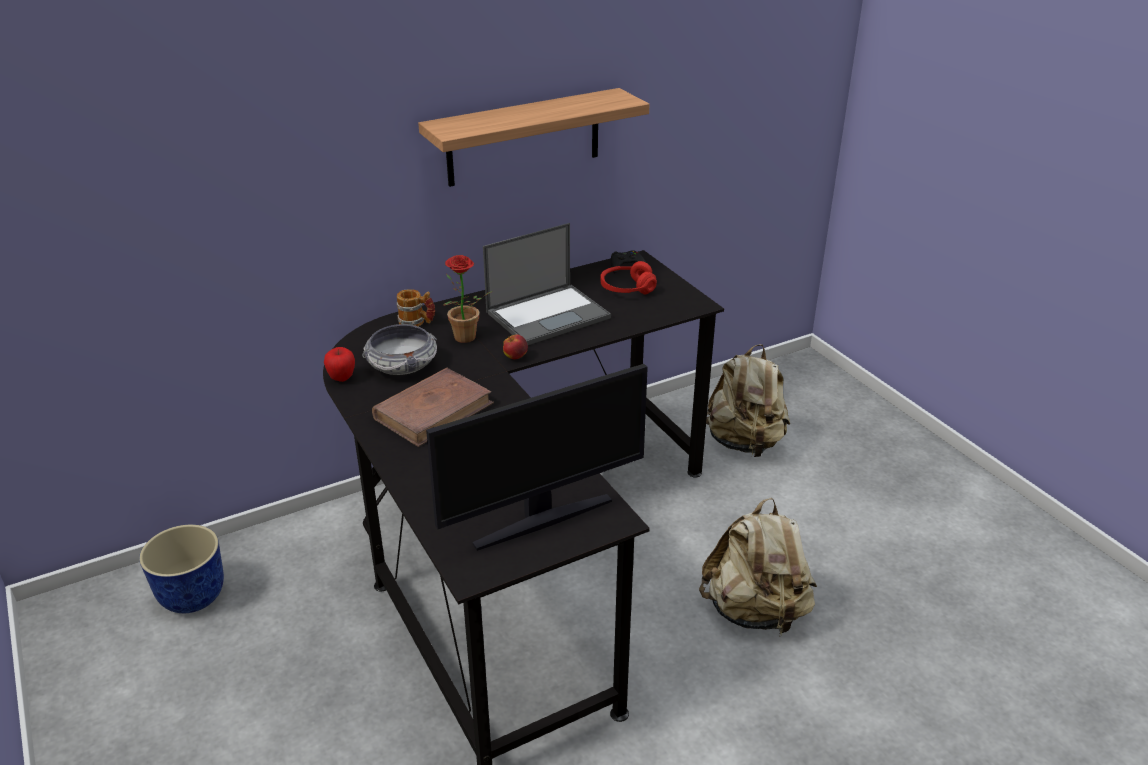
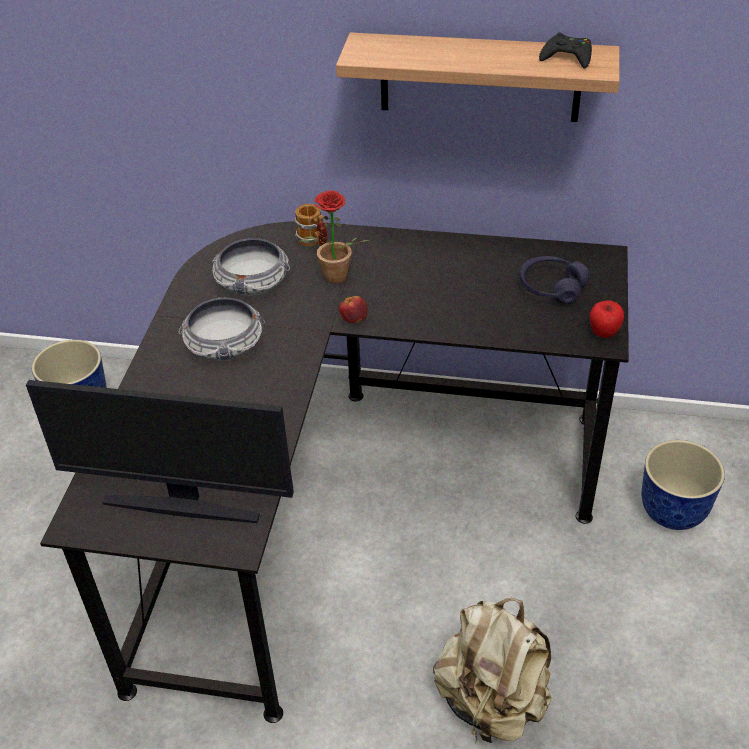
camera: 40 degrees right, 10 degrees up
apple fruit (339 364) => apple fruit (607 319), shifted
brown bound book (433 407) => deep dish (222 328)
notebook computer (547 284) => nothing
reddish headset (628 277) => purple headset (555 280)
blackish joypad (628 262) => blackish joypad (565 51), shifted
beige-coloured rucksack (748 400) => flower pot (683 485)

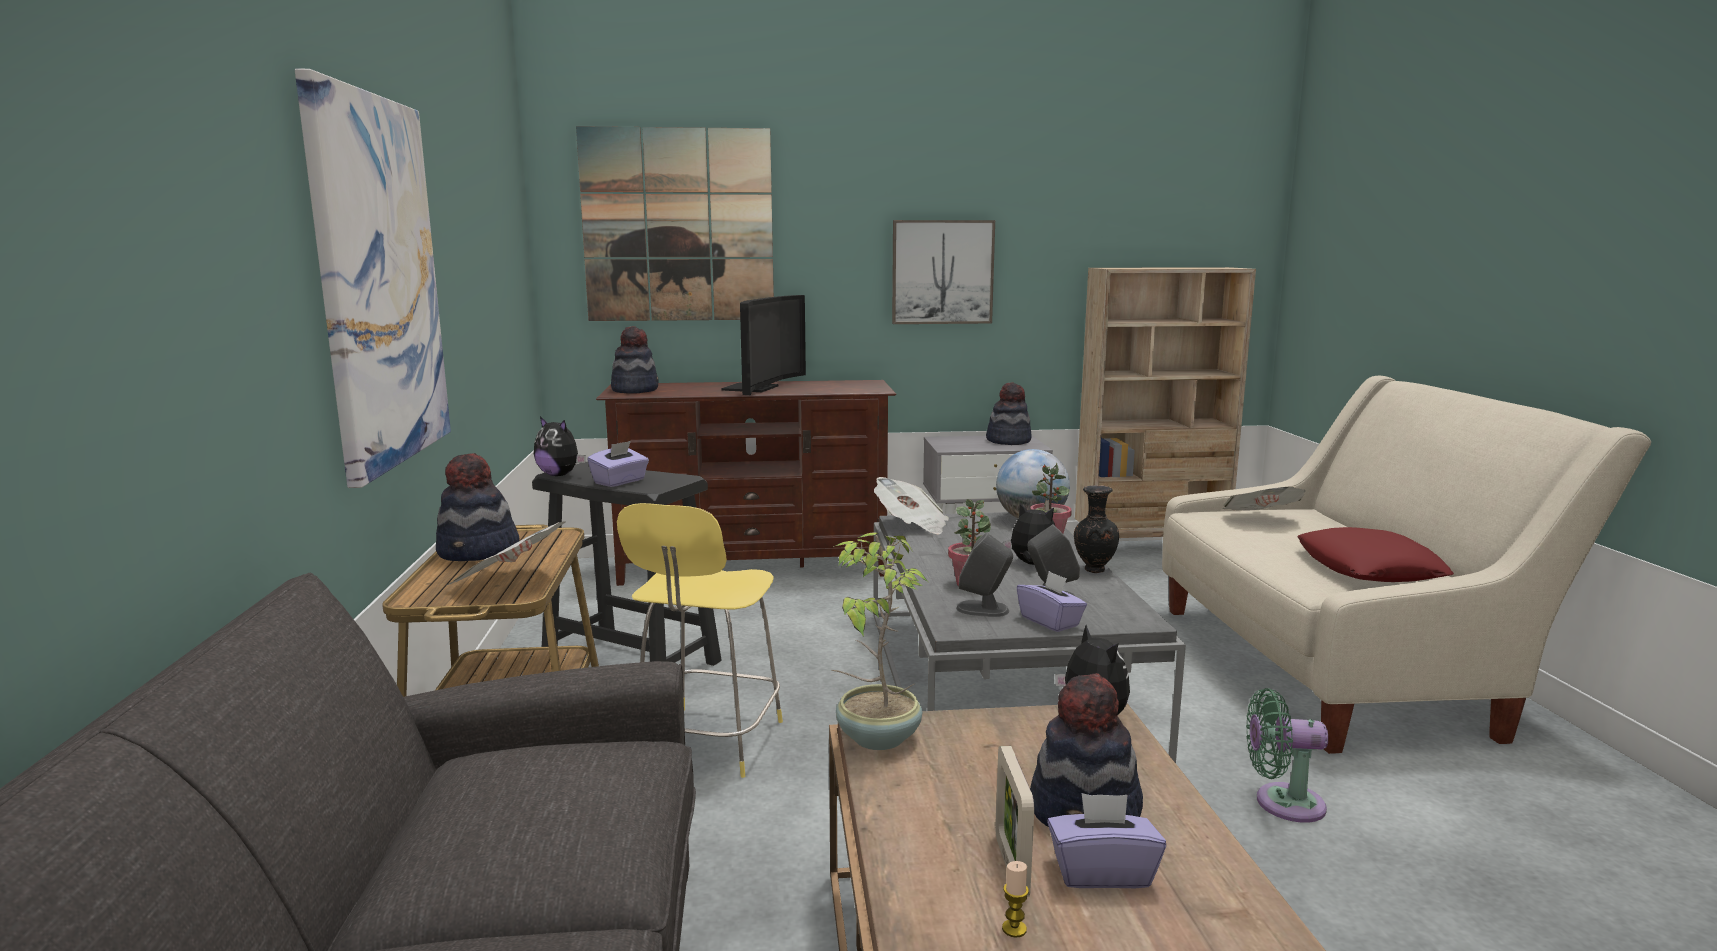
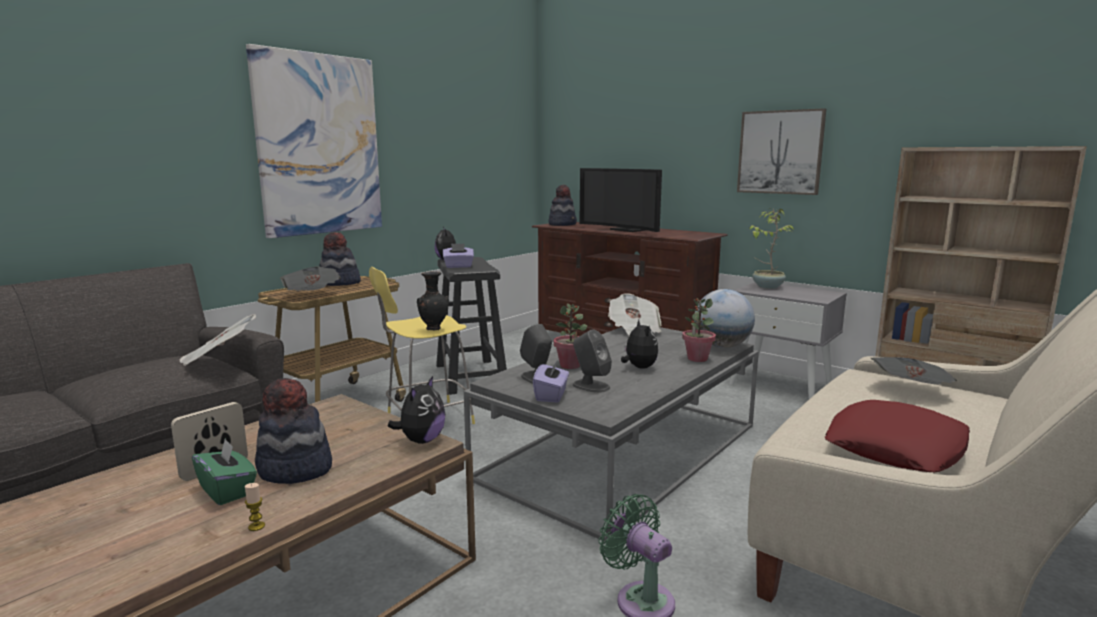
camera: 45 degrees right, 0 degrees up
wall art (675 223) => nothing
TV set (763 345) => TV set (620 200), 75 degrees clockwise
houseplant (879 641) => houseplant (771 248), shifted
hat (1009 413) => nothing
wax light (1015 899) => wax light (255 507), shifted
purple box of tissues (1106 840) => green box of tissues (224 471)
blackish decorative vase (1096 529) => blackish decorative vase (433 300), shifted
nothing => daily paper (217 340)

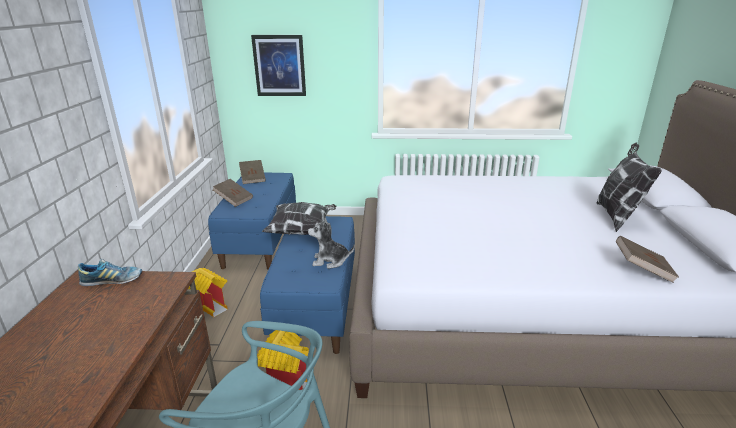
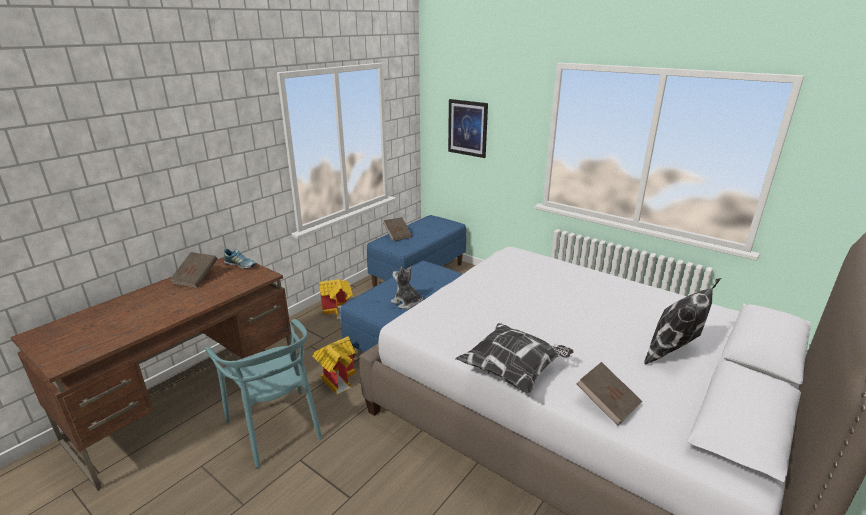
camera: 35 degrees right, 0 degrees up
brown bound book (252 172) => brown bound book (193 270), shifted
throw pillow (299 218) => throw pillow (515 358), shifted

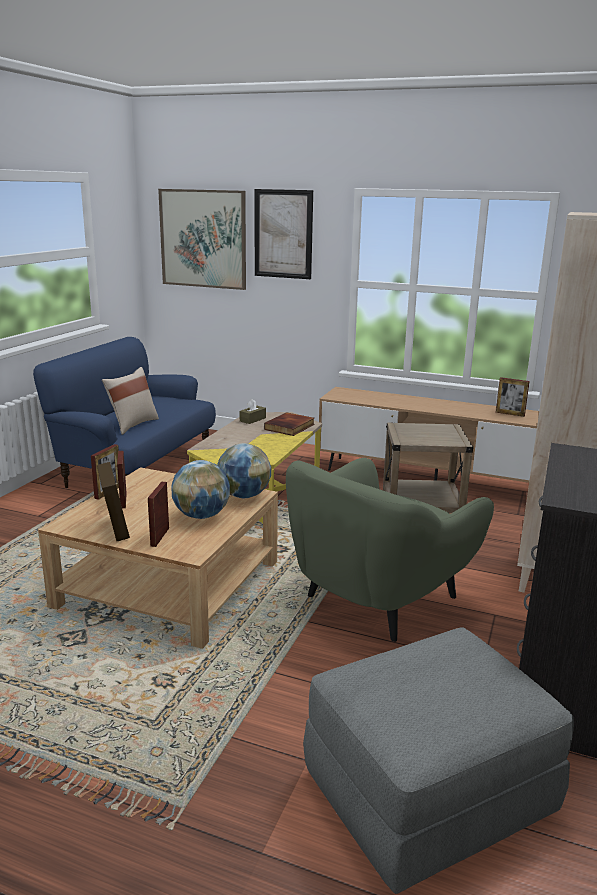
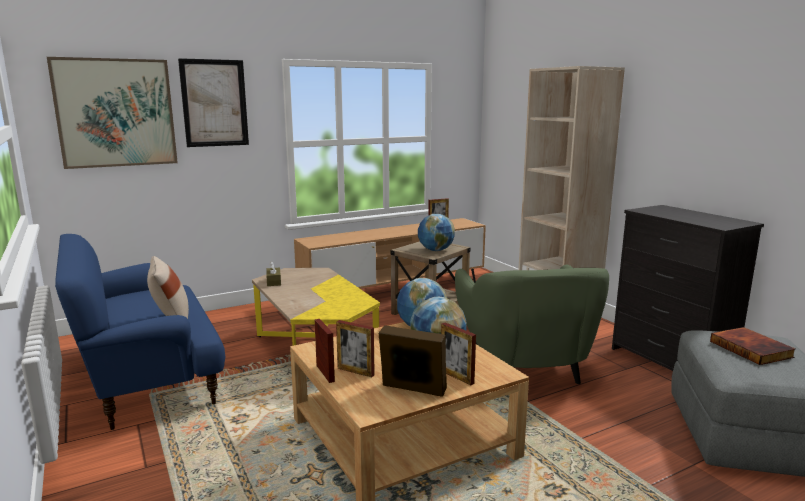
camera: 50 degrees left, 5 degrees down
bound book (289 424) => bound book (753 346), shifted
nothing => world globe (436 232)

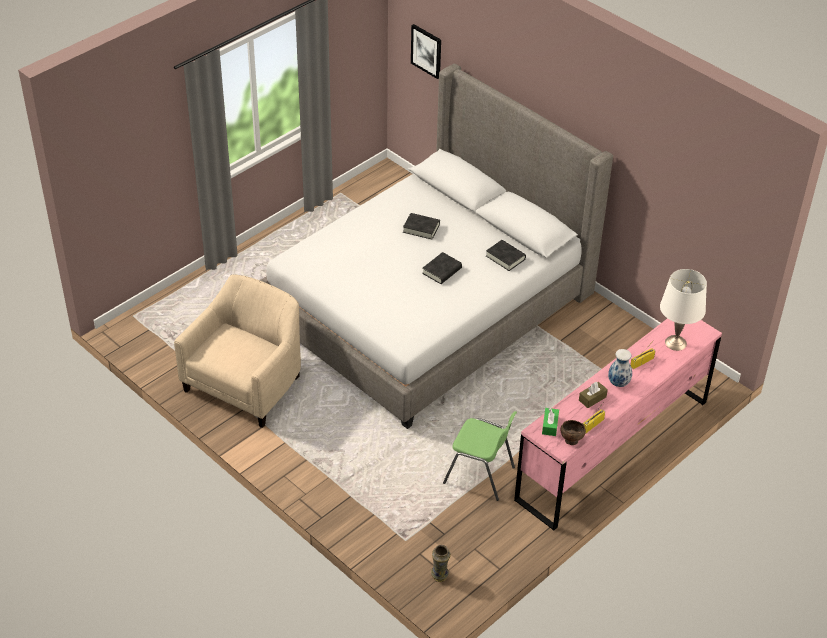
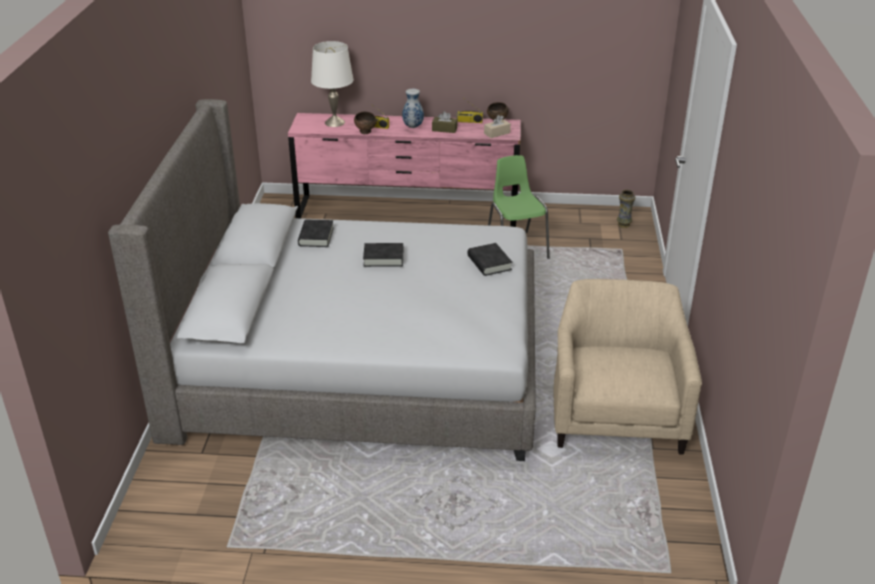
camera: 130 degrees left, 10 degrees down
beige-coloured easy chair (237 351) => beige-coloured easy chair (627 367), 105 degrees clockwise
blackish bound book (421 226) => blackish bound book (490 259), shifted
wall art (426 51) => nothing
green box of tissues (550 422) => beige-coloured box of tissues (497 126)
nothing => brown deep dish (365 123)

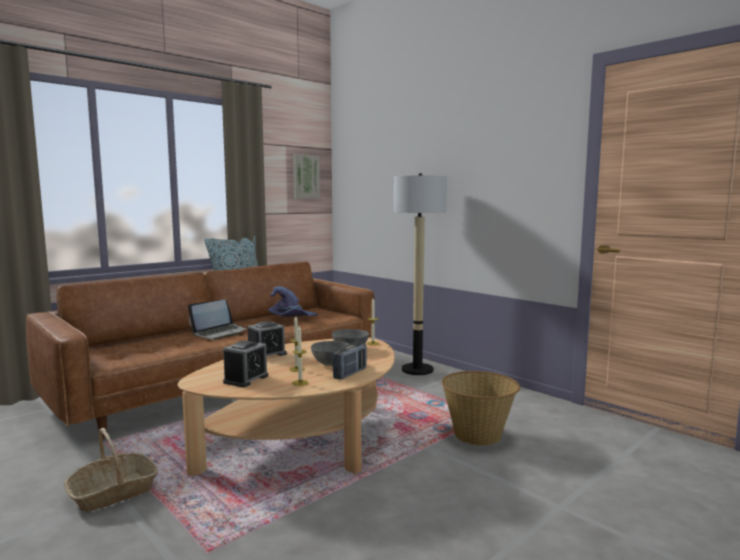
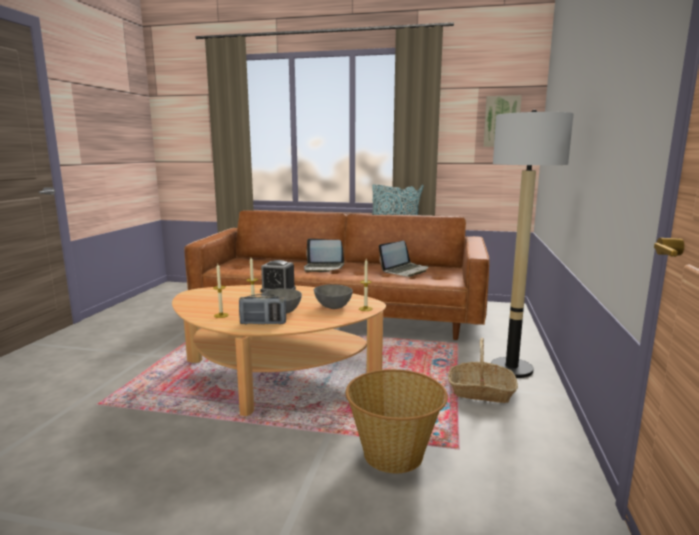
camera: 55 degrees right, 5 degrees up
basket (111 470) => basket (483 370), shifted
table clock (245 364) => nothing
purple hat (293 301) => notebook computer (404 259)

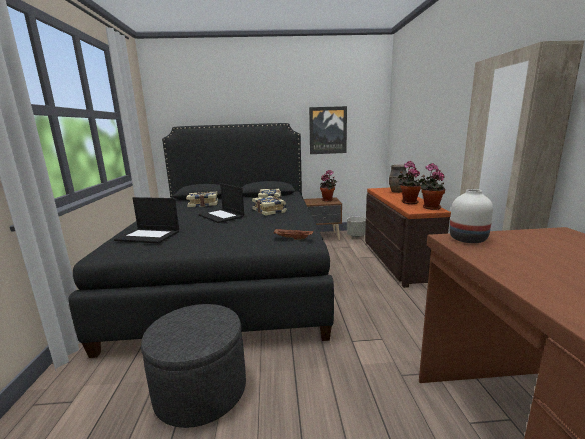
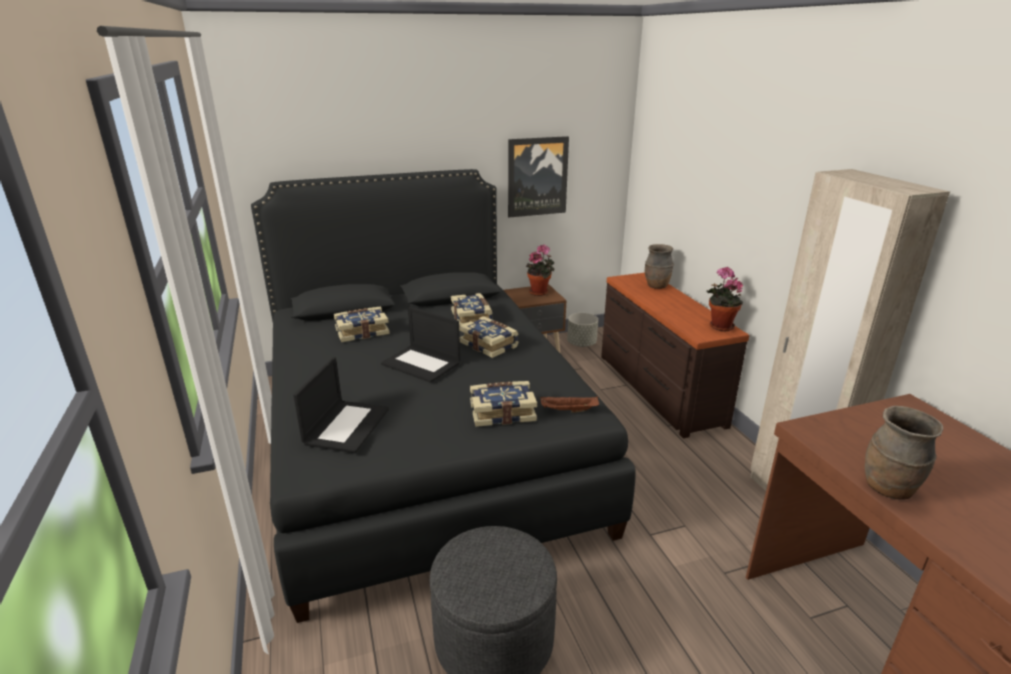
camera: 15 degrees left, 10 degrees up
notebook computer (146 220) => notebook computer (341 405), 75 degrees counterclockwise
houseplant (409 182) => nothing
white-coloured decorative vase (471 216) => nothing
nothing => bound book (503 404)
nothing => brown decorative vase (904 453)

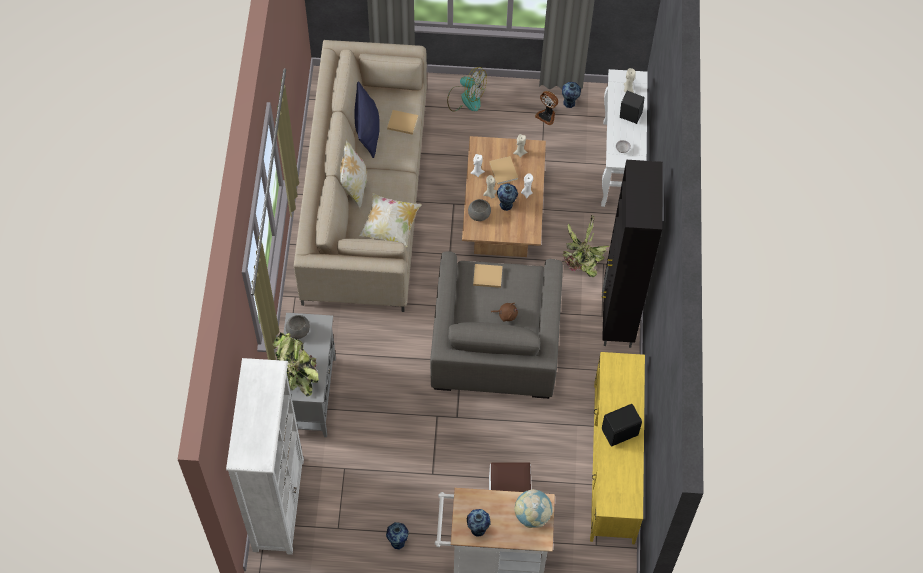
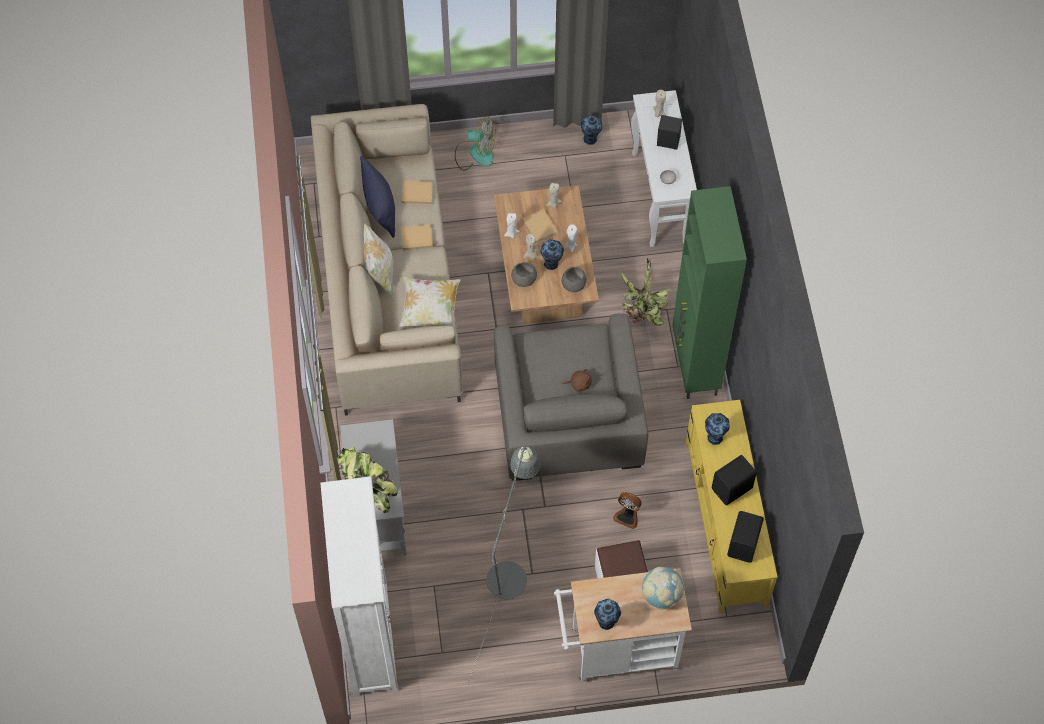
camera: 10 degrees left, 0 degrees up
greyish deep dish (298 327) => greyish deep dish (574 279), shifted
decorative vase (397 535) => decorative vase (717 429), shifted
beige-coloured bound book (488 276) => beige-coloured bound book (417 237), shifted
fan (546 108) => fan (627 510), shifted
blackish storage cabinet (632 254) => green storage cabinet (709 292)
nothing => greyish standard lamp (504 564)
nothing => blackish loudspeaker (745 537)

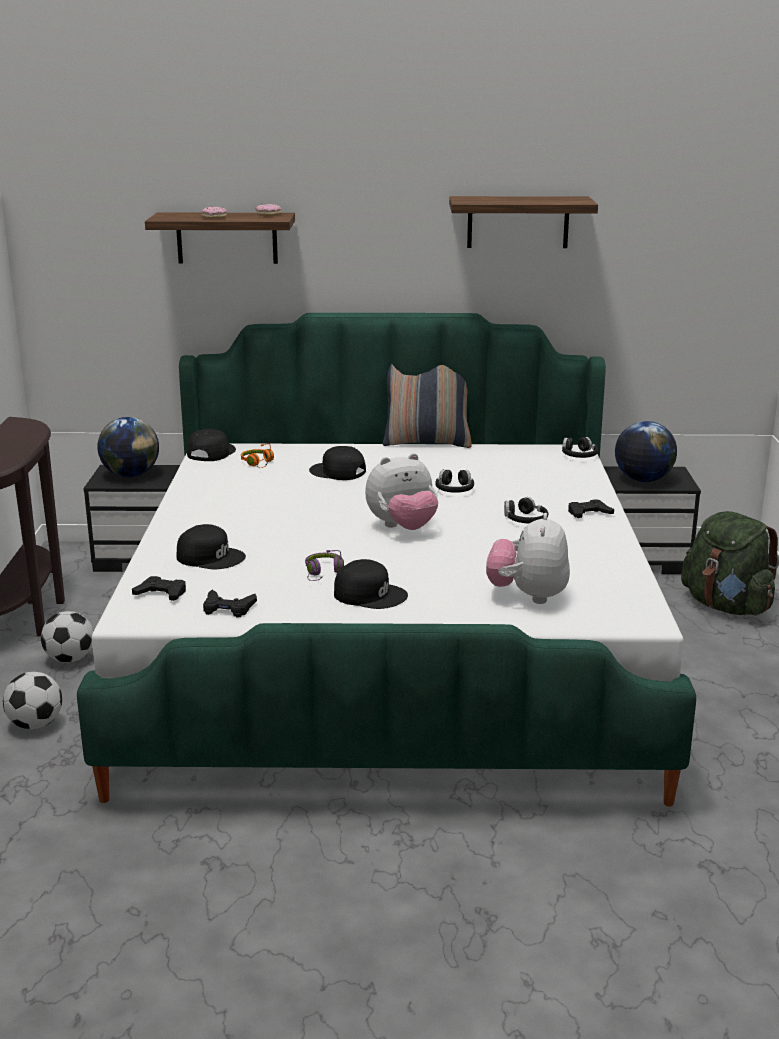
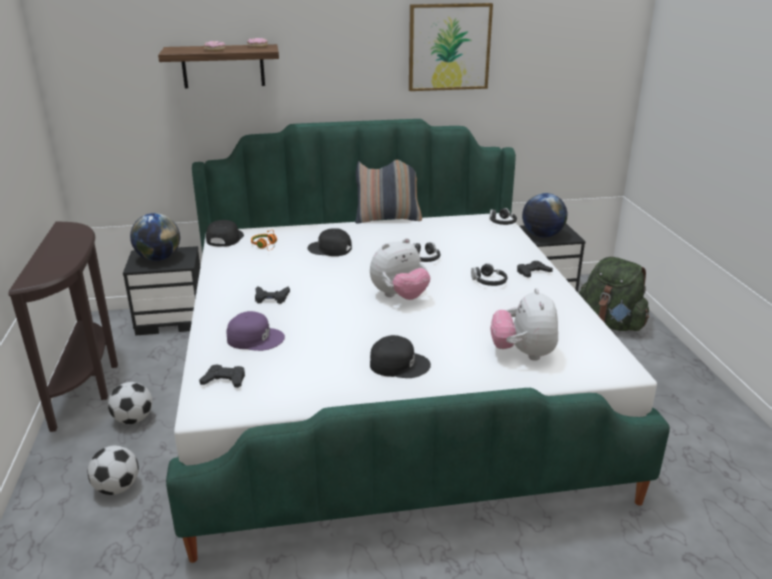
camera: 10 degrees left, 5 degrees up
blackish baseball cap (211 546) => purple baseball cap (256 331)
blackish joypad (230 604) => blackish joypad (272 295), shifted
purple headset (324 565) => nothing
shelf (523 222) => wall art (451 47)

